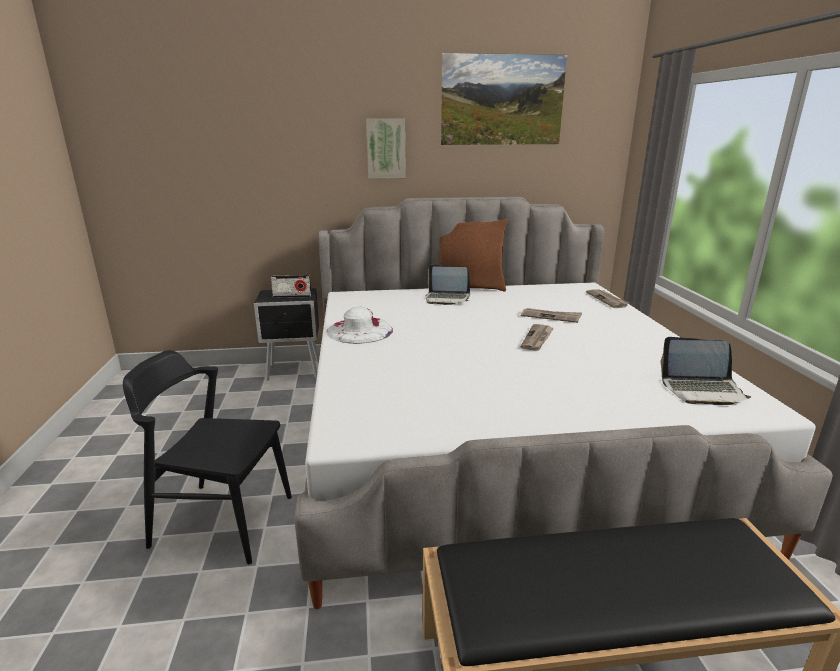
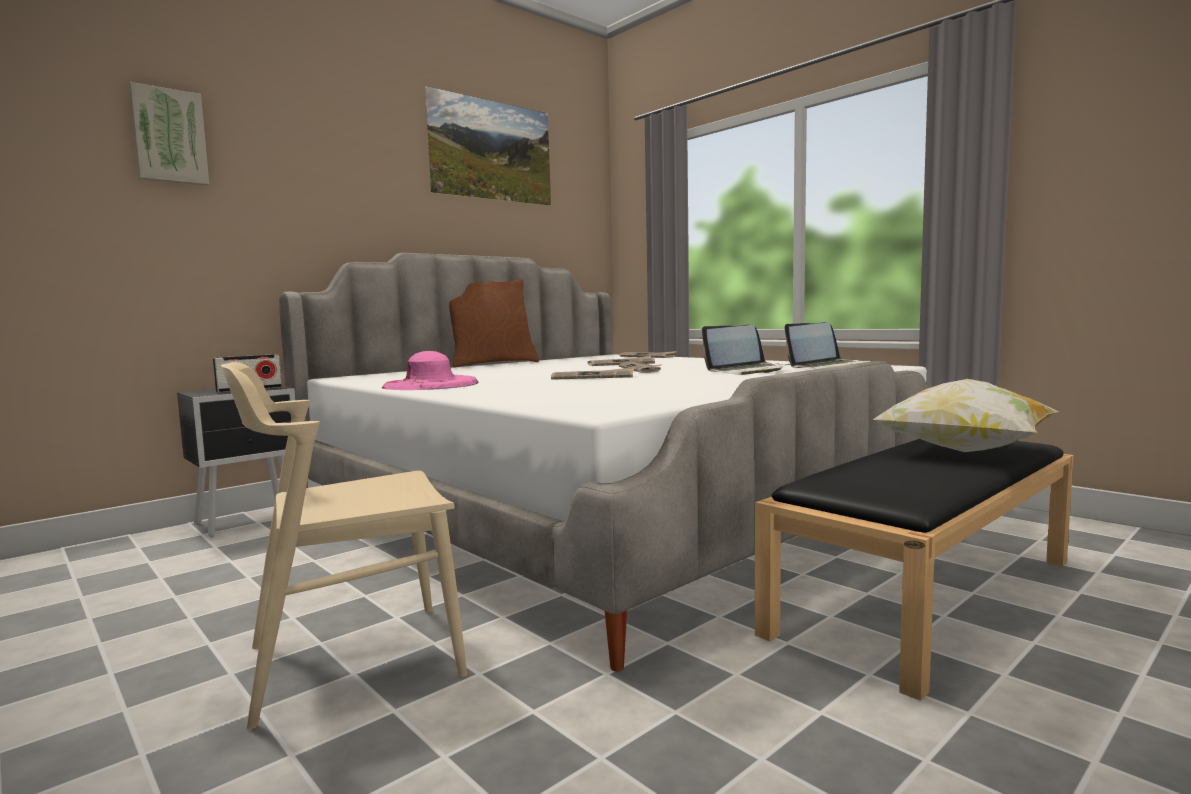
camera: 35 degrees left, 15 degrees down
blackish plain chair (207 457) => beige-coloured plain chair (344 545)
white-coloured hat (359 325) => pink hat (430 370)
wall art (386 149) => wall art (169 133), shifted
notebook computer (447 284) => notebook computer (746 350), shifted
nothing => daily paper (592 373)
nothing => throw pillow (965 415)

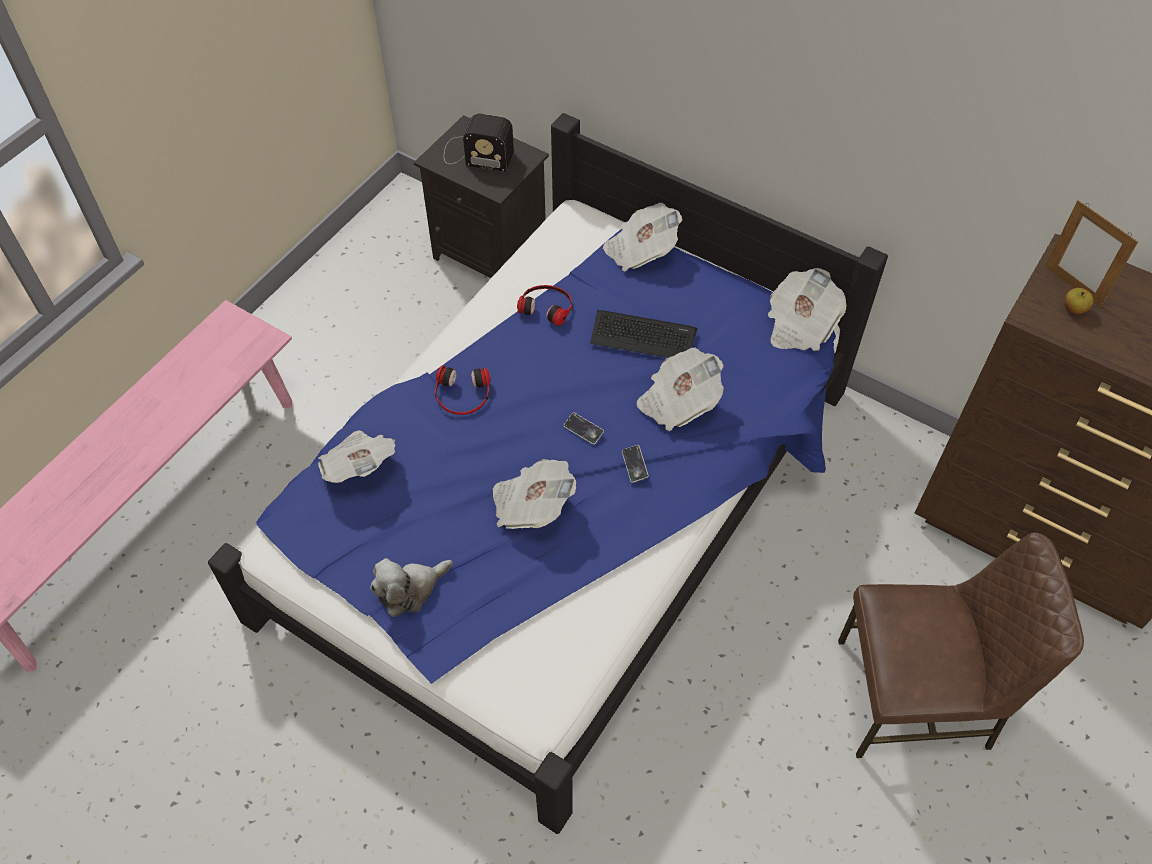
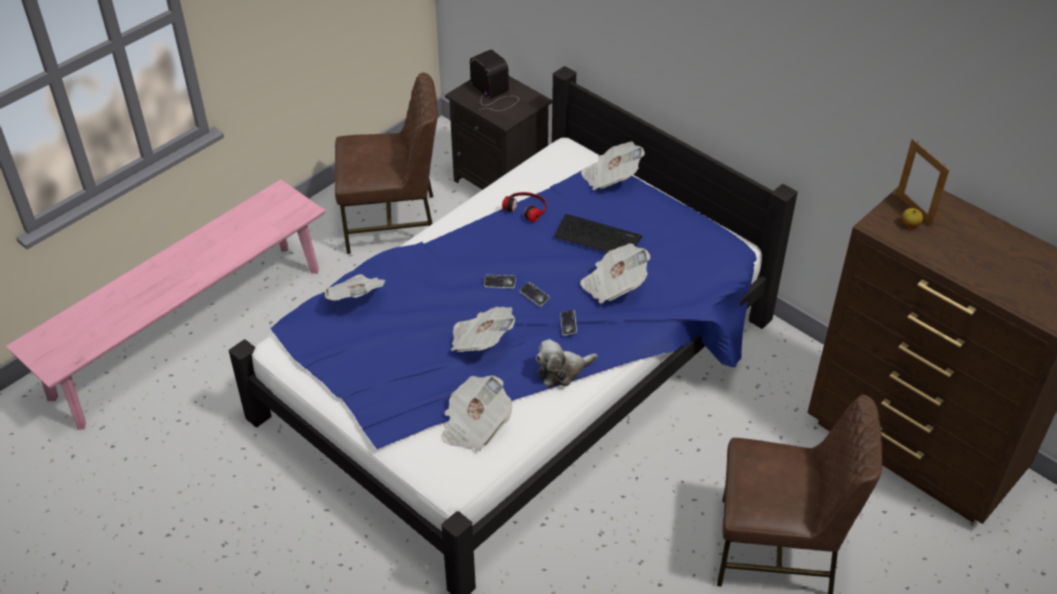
camera: 10 degrees right, 10 degrees down
soft toy (411 587) => soft toy (567 363), shifted
headset (463 390) => nothing
radio set (479 143) => radio set (494 80), 150 degrees counterclockwise
daily paper (807 309) => daily paper (476 414), shifted
nothing => brown plain chair (386 163)
nothing => phone (500 281)

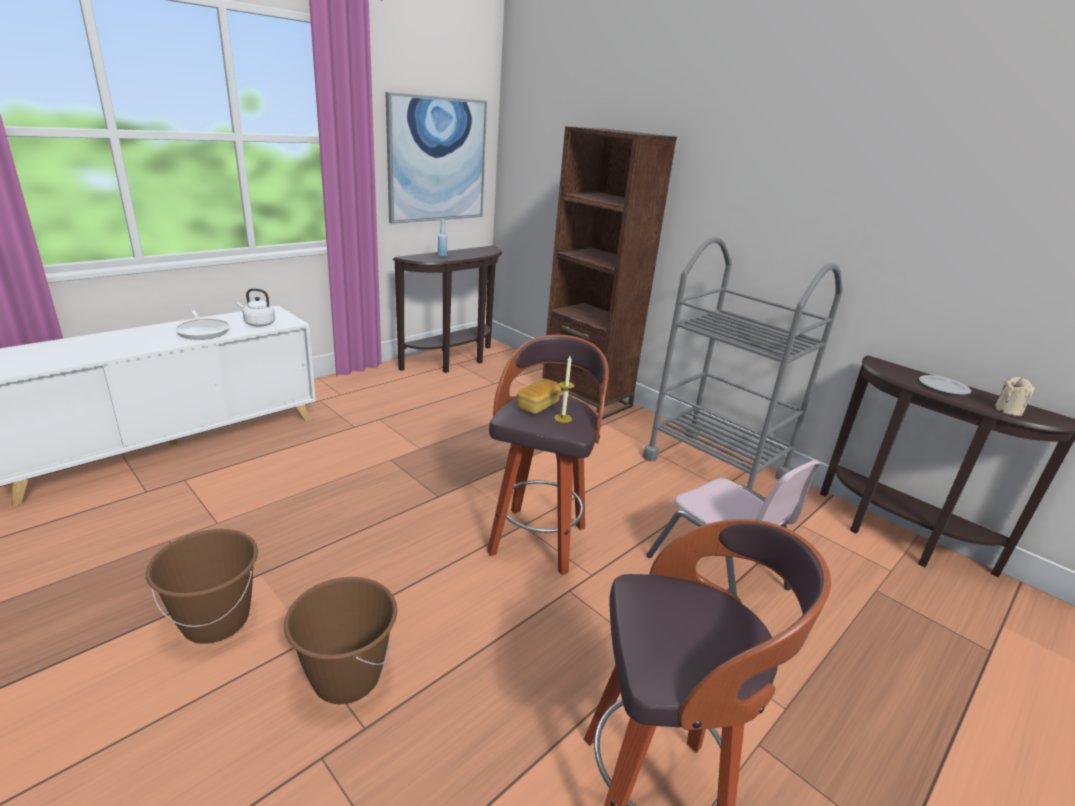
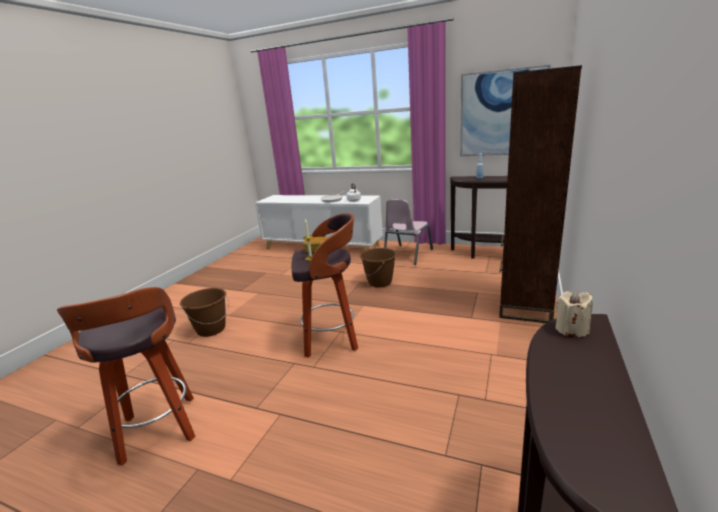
camera: 70 degrees right, 5 degrees down
brown bucket (202 586) => brown bucket (378 267), shifted
greyish trolley (743 363) => nothing
pink plain chair (733 528) => pink plain chair (408 232), shifted
dinner plate (945 385) => nothing
beige-coloured wax light (1015 396) => beige-coloured wax light (574 313), shifted

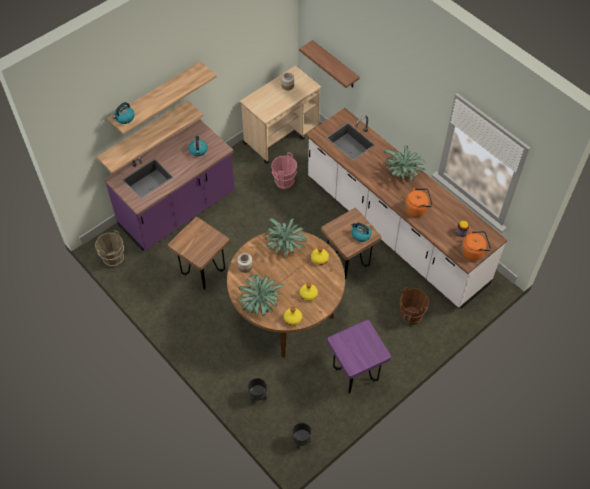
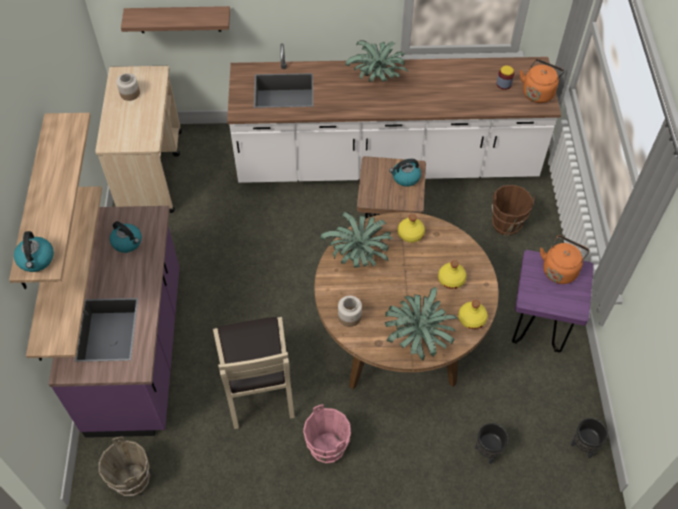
camera: 50 degrees left, 0 degrees up
brown stool seat (199 253) => beige-coloured plain chair (254 373)
pink bucket (284 170) => pink bucket (327 434), shifted
orange water kettle (419 202) => orange water kettle (565 259), shifted

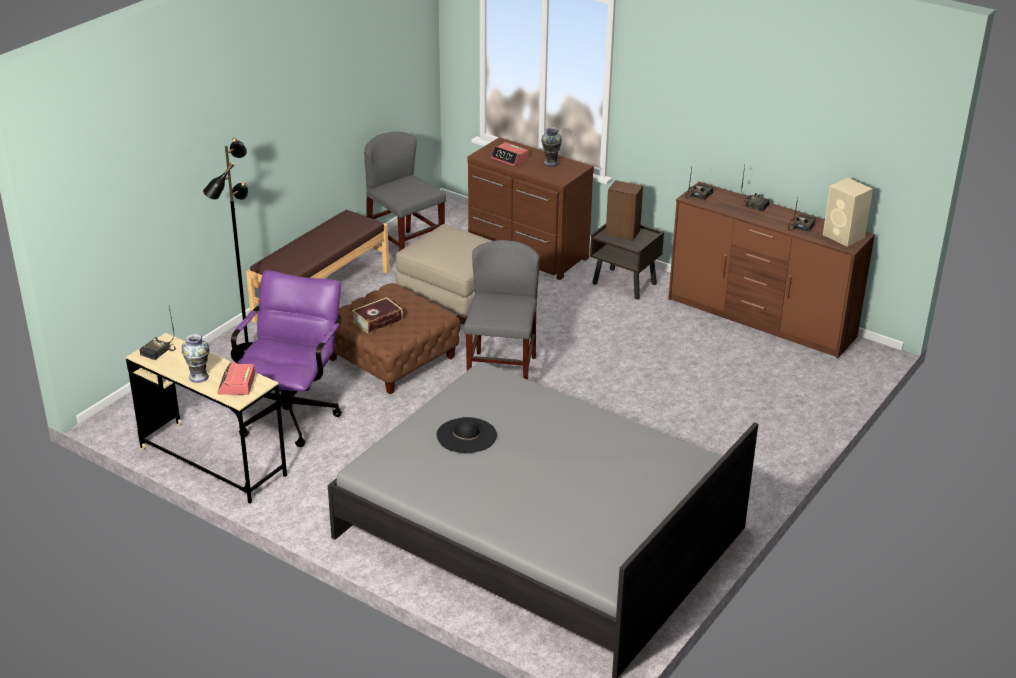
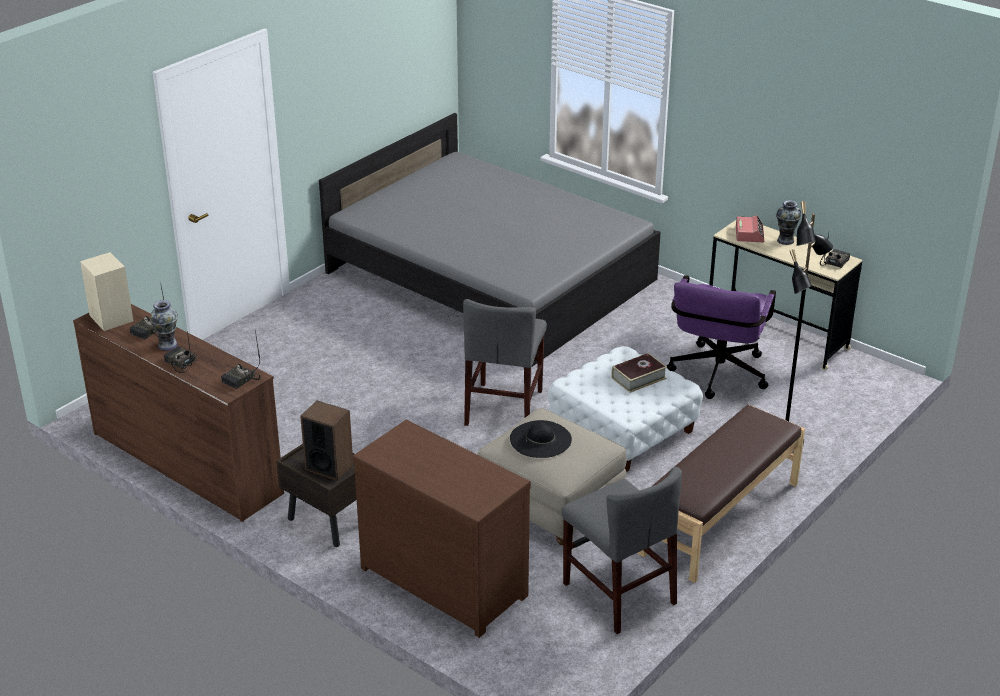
camera: 175 degrees left, 0 degrees up
brown ottoman (395 338) => white-coloured ottoman (625 409)
blackish hat (467 435) => blackish hat (541 439), shifted
table clock (509 154) => nothing
decorative vase (551 147) => decorative vase (164 325), shifted

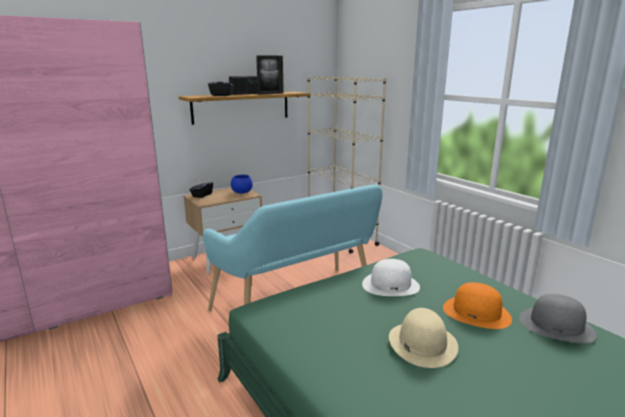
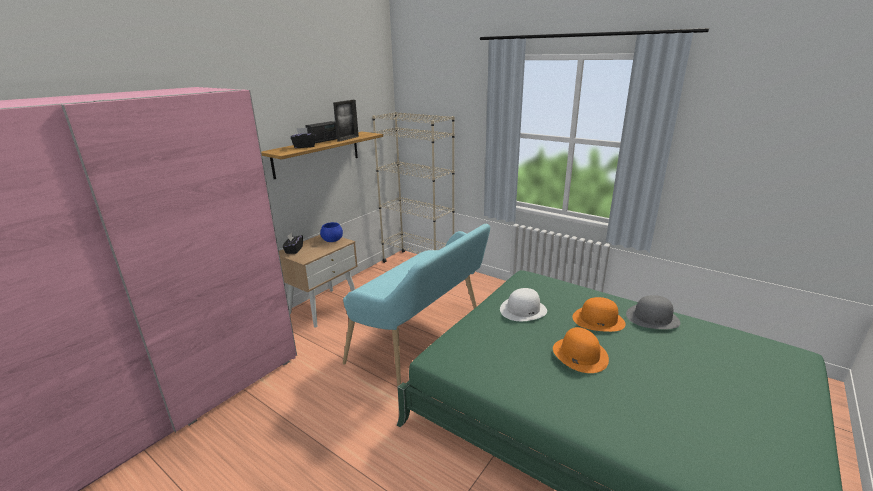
camera: 20 degrees left, 5 degrees up
beige-coloured hat (423 338) => orange hat (581 350)

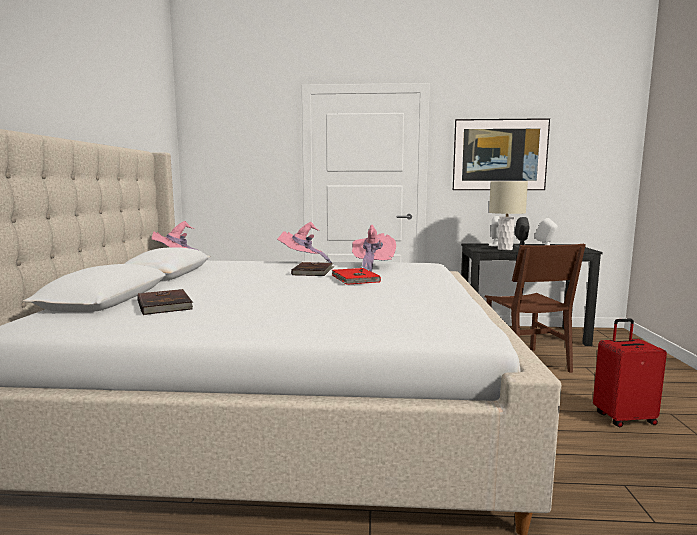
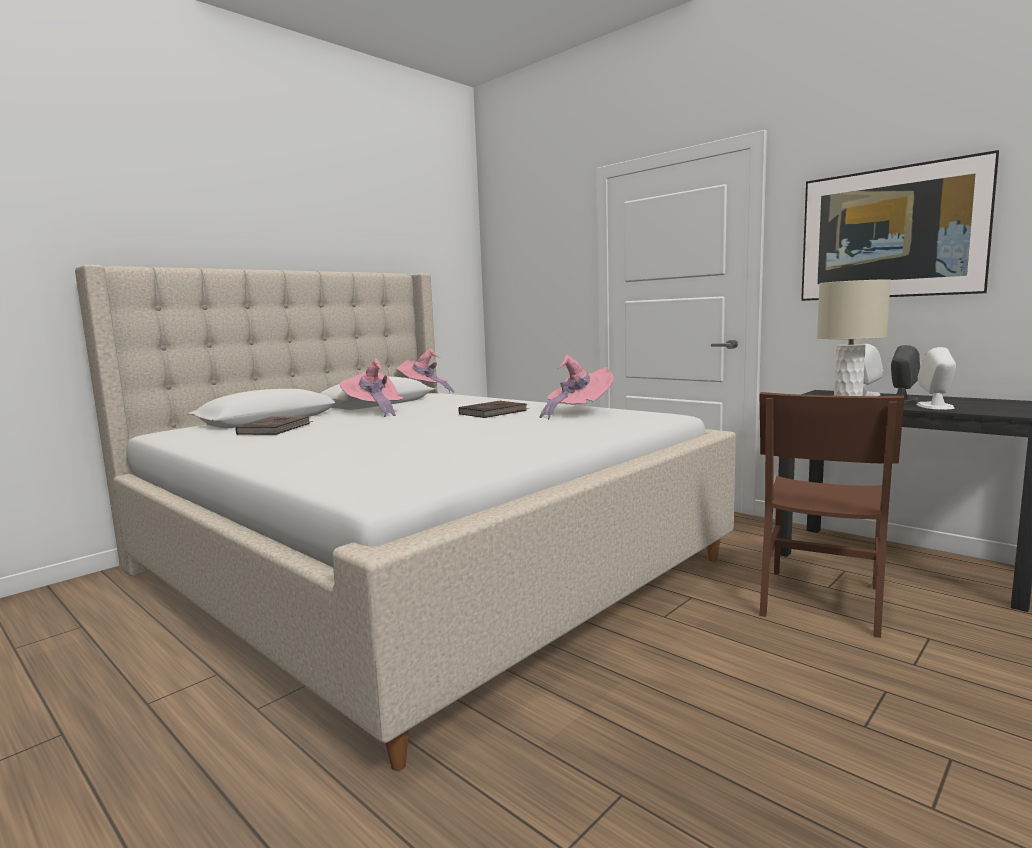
camera: 40 degrees right, 0 degrees up
pink hat (304 242) => pink hat (371 387), shifted
reddish bound book (356 276) => nothing
reddish suitcase (630 373) => nothing

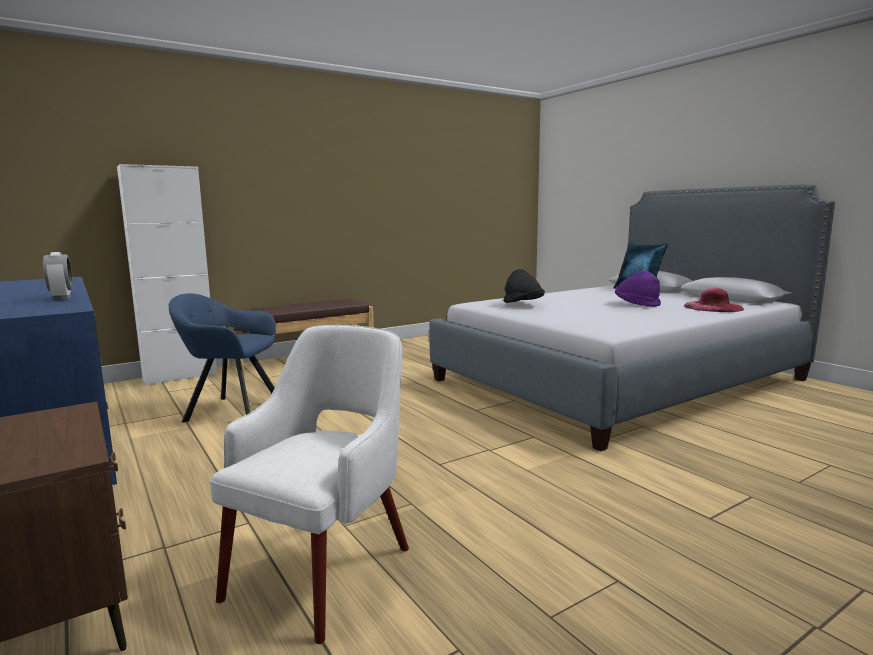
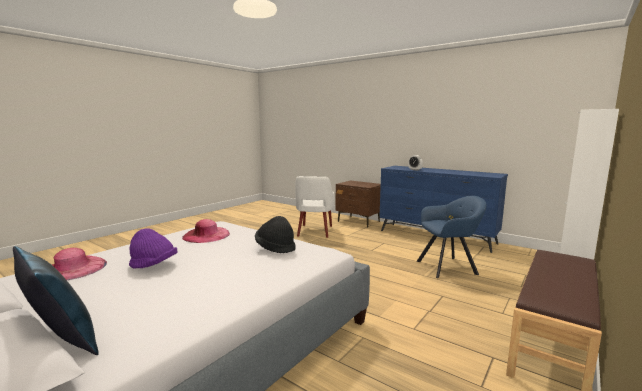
camera: 160 degrees right, 0 degrees up
nothing => pink hat (206 231)

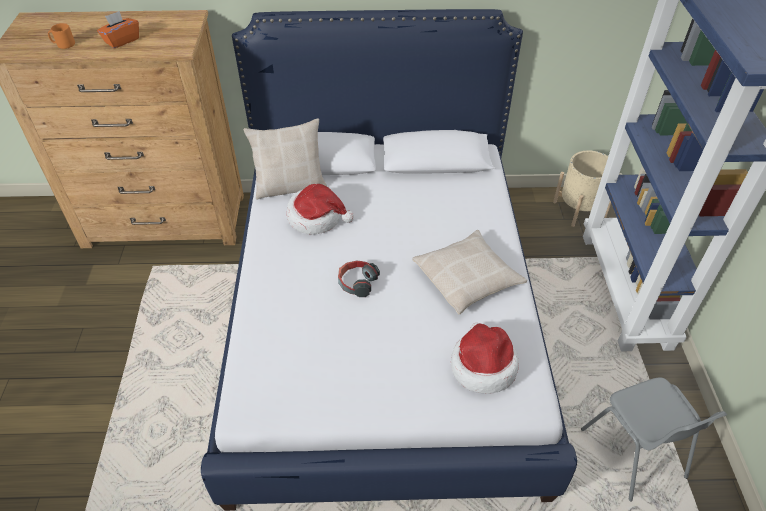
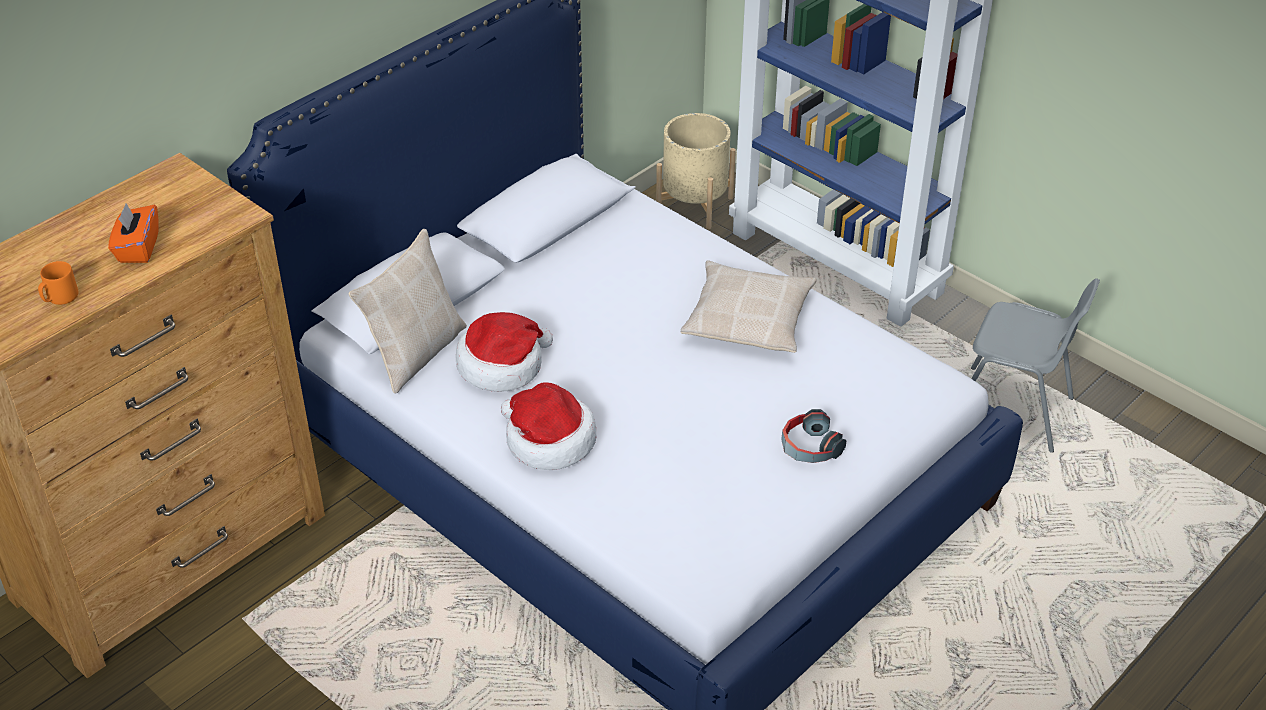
camera: 45 degrees left, 5 degrees down
headset (359 279) => headset (814 436), shifted
hat (485 358) => hat (548 426), shifted

